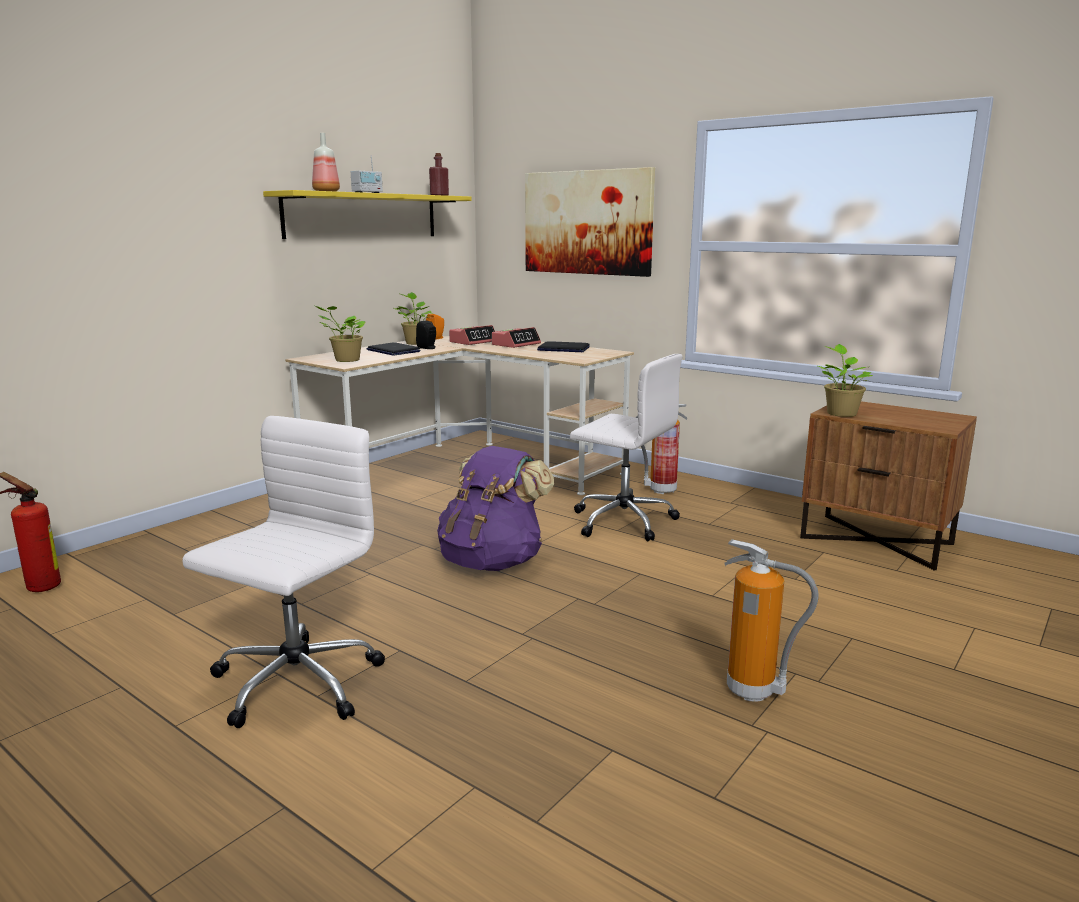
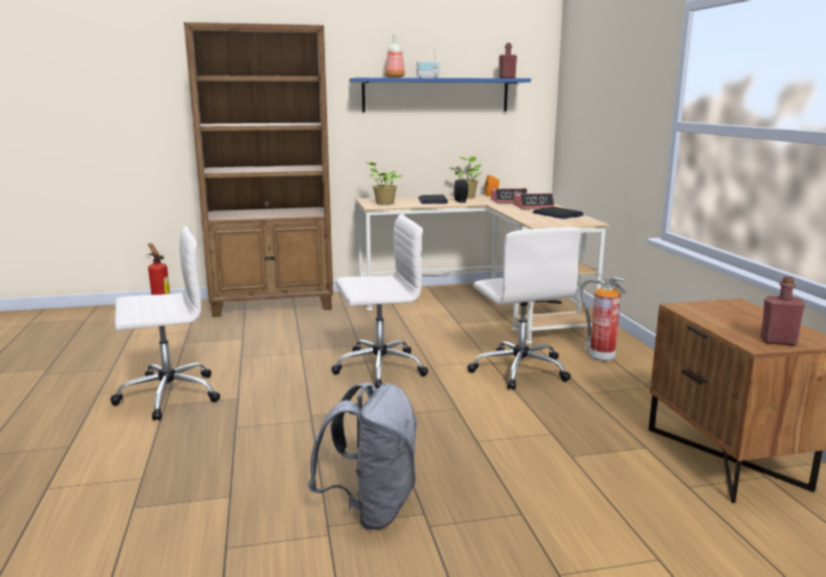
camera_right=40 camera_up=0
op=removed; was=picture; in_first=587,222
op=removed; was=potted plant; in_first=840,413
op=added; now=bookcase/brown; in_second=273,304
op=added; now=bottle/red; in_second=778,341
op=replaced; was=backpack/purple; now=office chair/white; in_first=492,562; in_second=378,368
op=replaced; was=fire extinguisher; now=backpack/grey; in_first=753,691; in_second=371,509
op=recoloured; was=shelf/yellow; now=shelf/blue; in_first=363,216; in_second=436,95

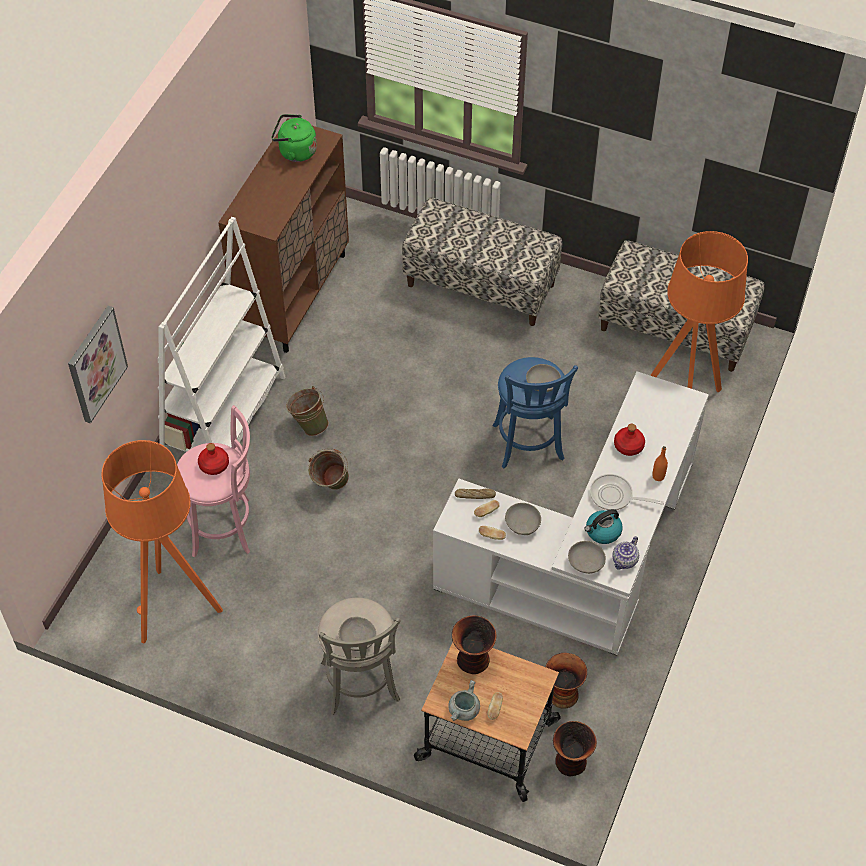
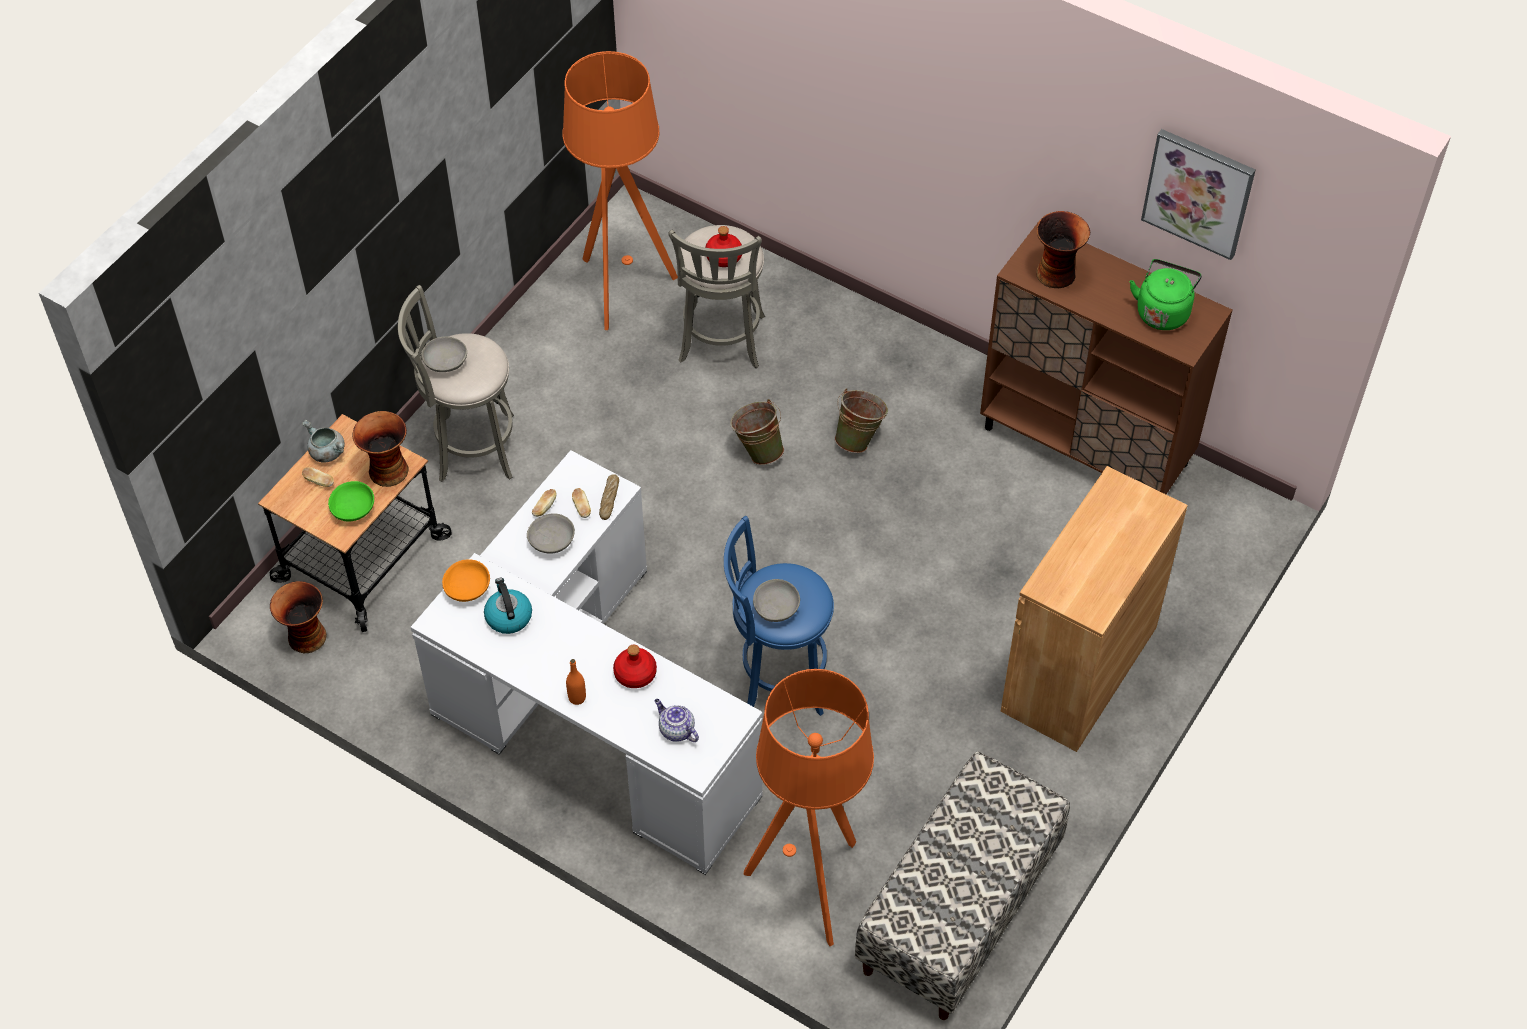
camera_right=100 camera_up=0
op=removed; was=bookcase/white; in_first=224,418
op=removed; was=frying pan; in_first=615,496
op=added; now=bowl/green; in_second=354,510
op=moved; was=picture; in_first=96,364; in_second=1198,192
op=moved; was=vase; in_first=562,693; in_second=1057,273
op=moved; was=teapot; in_first=624,561; in_second=676,730
op=replaced; was=bench; now=cabinet/brown; in_first=481,285; in_second=1079,669
op=recoloured; was=stool/pink; now=stool/grey; in_first=225,527; in_second=721,343
op=recoloured; was=bowl/grey; now=bowl/orange; in_first=586,563; in_second=468,589

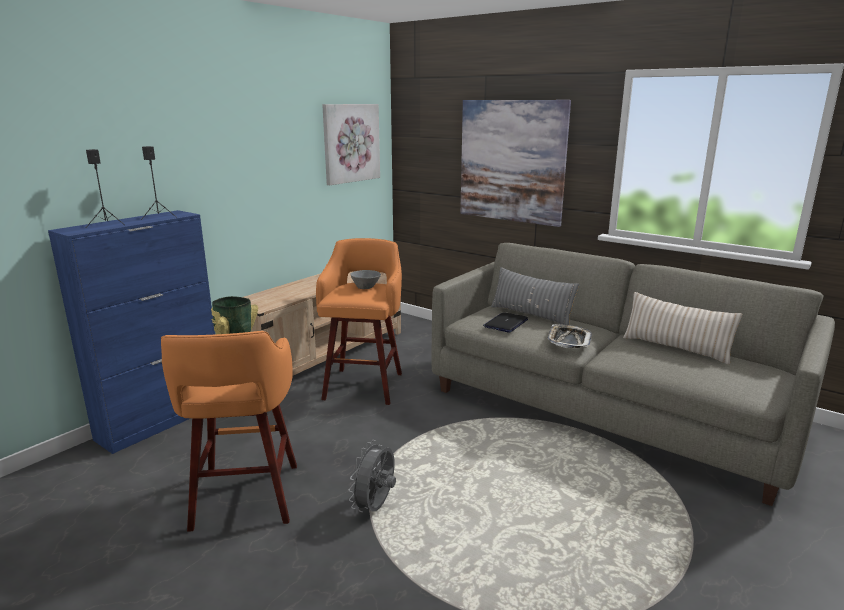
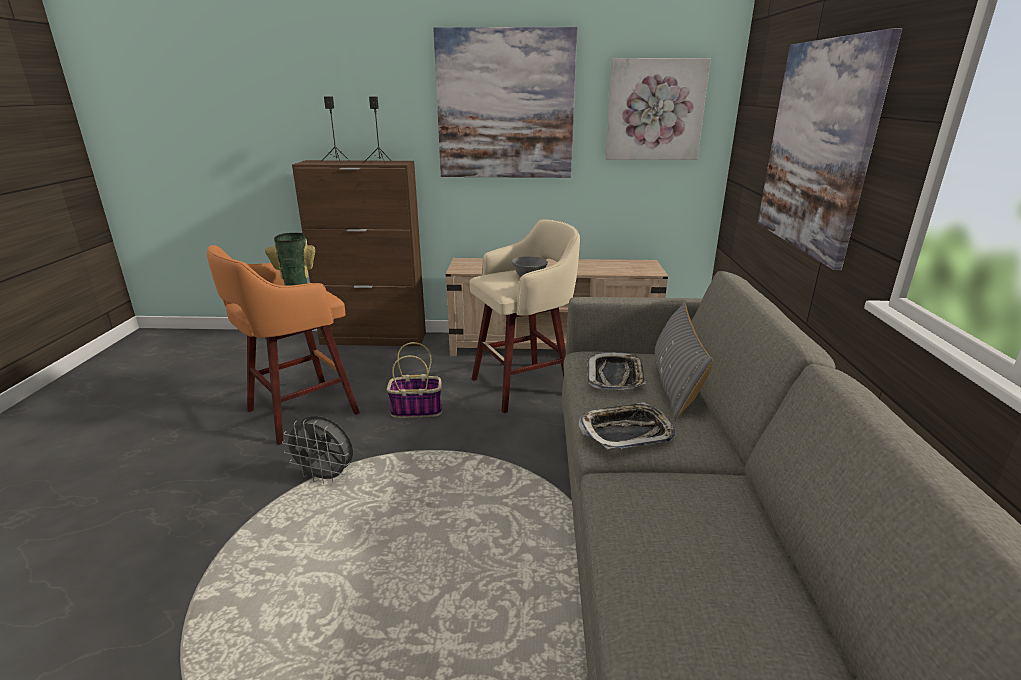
camera_right=55 camera_up=5
op=removed; was=pillow/beige; in_first=675,348
op=added; now=basket; in_second=417,410
op=added; now=picture; in_second=505,105
op=replaced; was=laptop; now=tray; in_first=506,323; in_second=615,376
op=recoloured; was=cabinet/blue; now=cabinet/brown; in_first=163,420; in_second=374,339
op=recoloured; was=stool/orange; now=stool/beige; in_first=364,384; in_second=524,386
op=turned; was=fan/grey; in_first=376,507; in_second=326,477; clockwise=-150

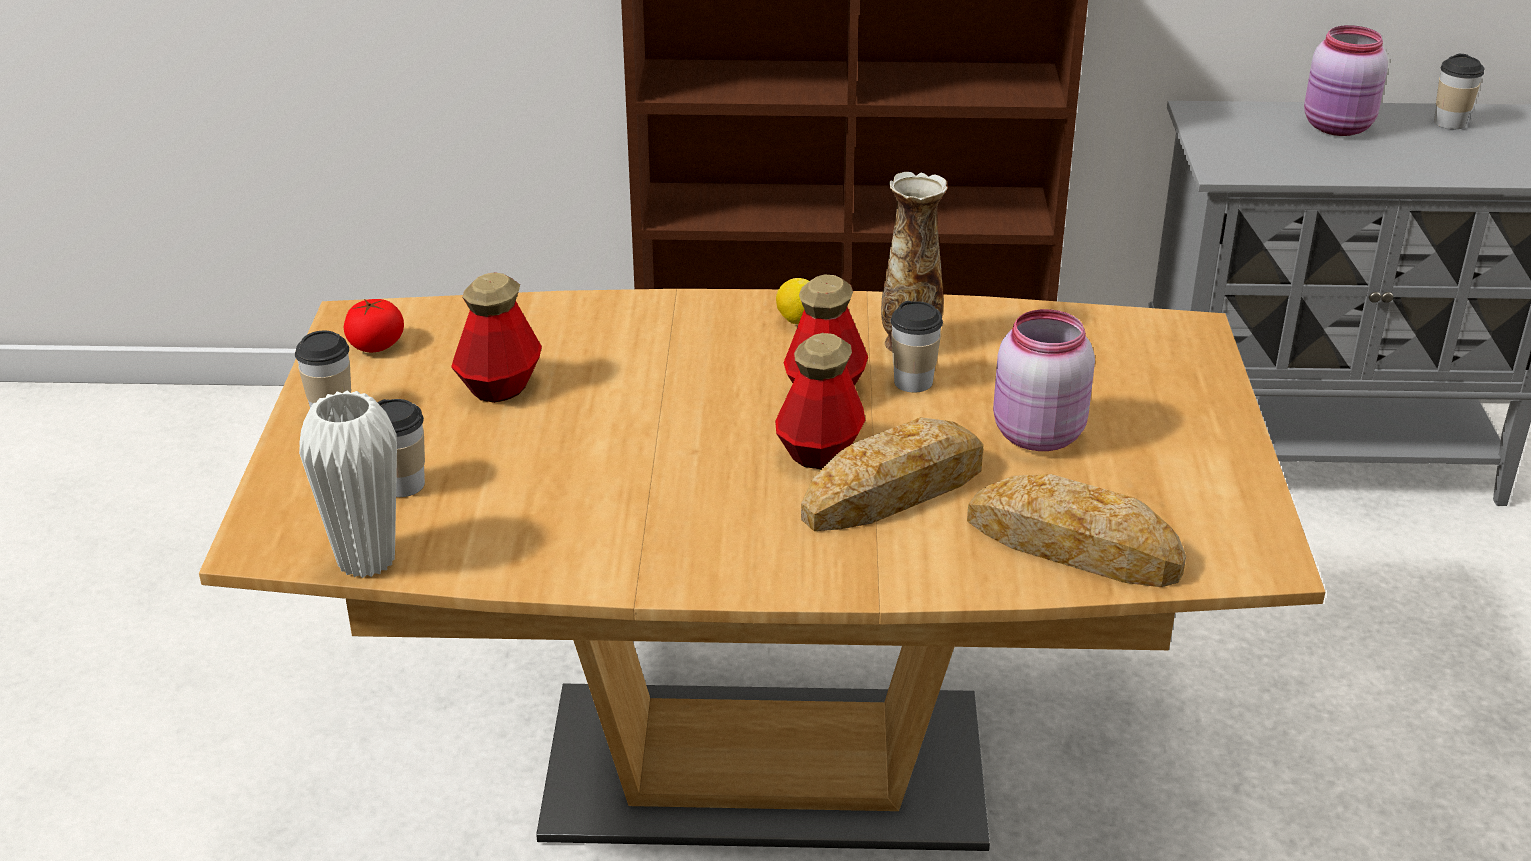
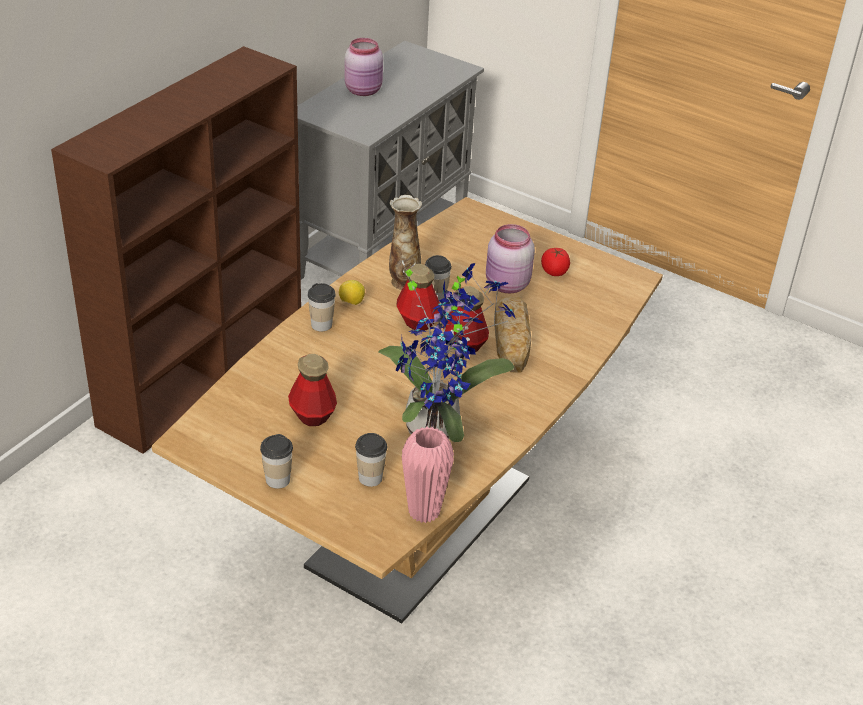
camera_right=-60 camera_up=5
op=removed; was=bread; in_first=1074,545
op=added; now=potted plant; in_second=437,425
op=moved; was=tomato; in_first=376,345; in_second=554,271
op=moved; was=cup; in_first=1450,123; in_second=321,325
op=recoloured; was=vase/white; now=vase/pink; in_first=366,560; in_second=424,512

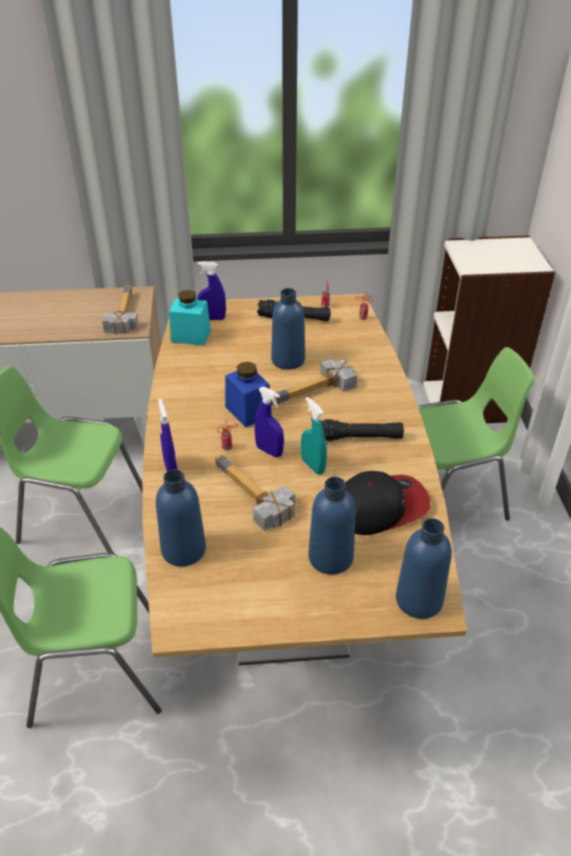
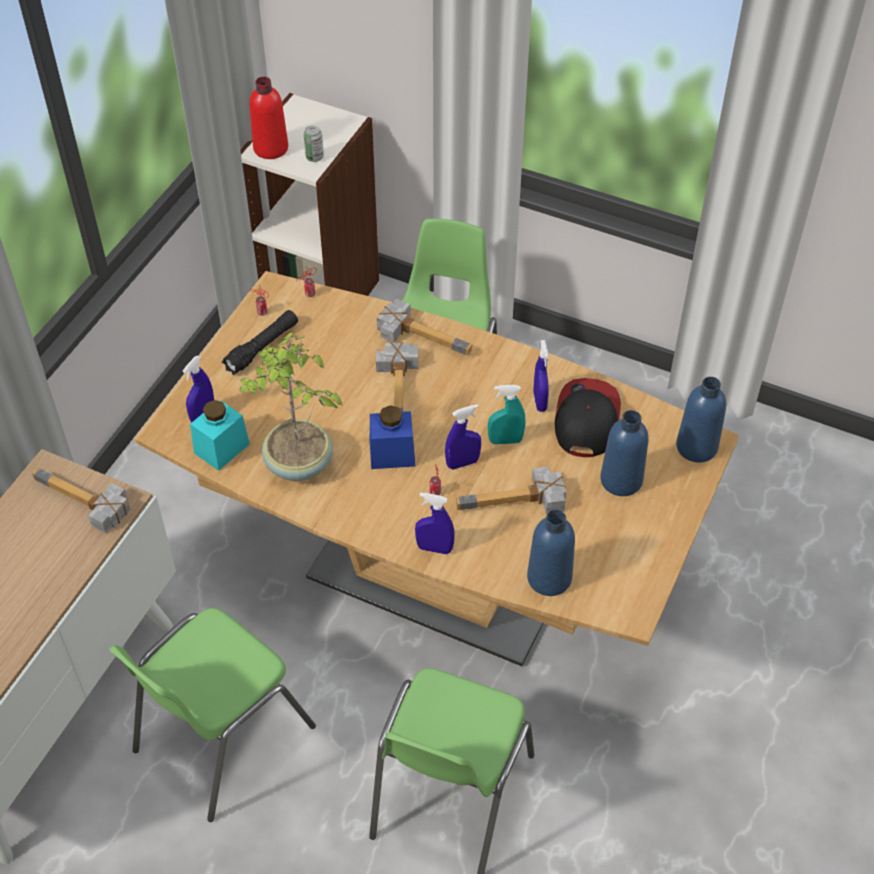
camera_right=-60 camera_up=10
op=removed; was=bottle/blue; in_first=288,360
op=removed; was=flashlight/black; in_first=358,437
op=added; now=potted plant; in_second=298,465
op=added; now=bottle/red; in_second=271,148
op=added; now=can; in_second=314,157
op=added; now=hammer; in_second=424,333
op=added; now=spray bottle/blue; in_second=539,401

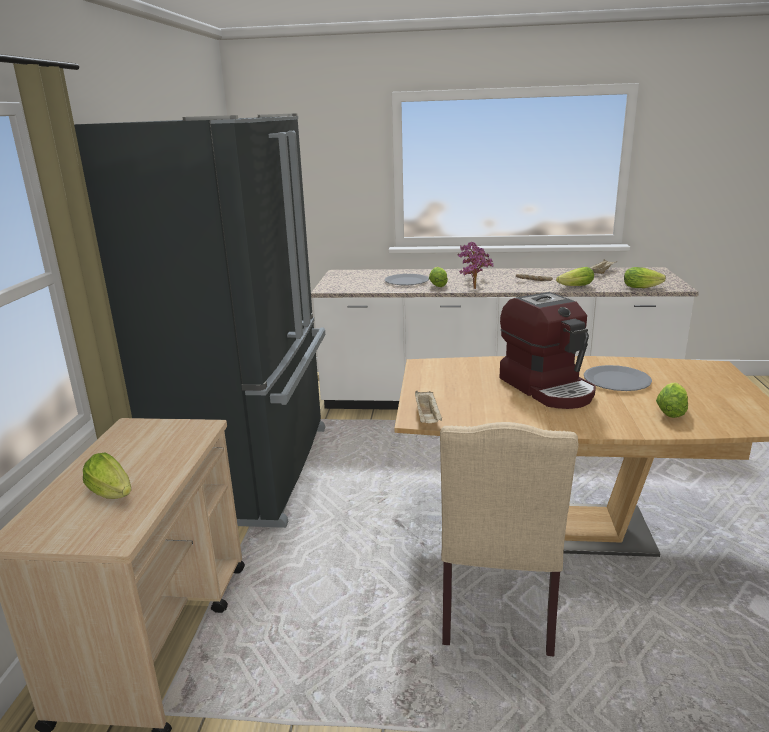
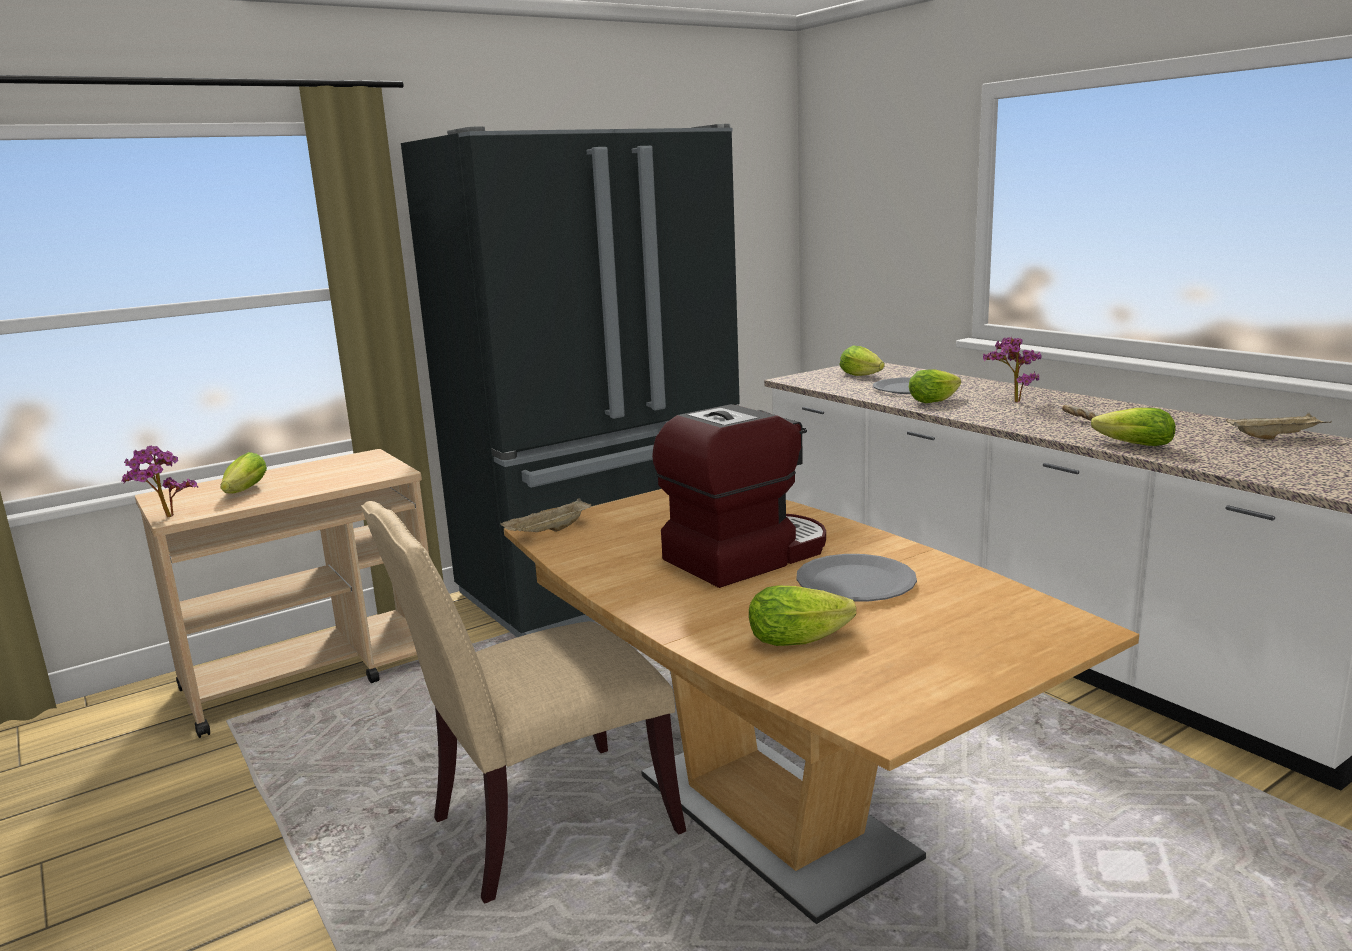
camera_right=50 camera_up=-5
op=moved; was=potted plant; in_first=476,289; in_second=165,518
op=moved; was=lettuce; in_first=643,287; in_second=863,375
op=turned; was=coffee machine; in_first=548,387; in_second=746,555; clockwise=-150

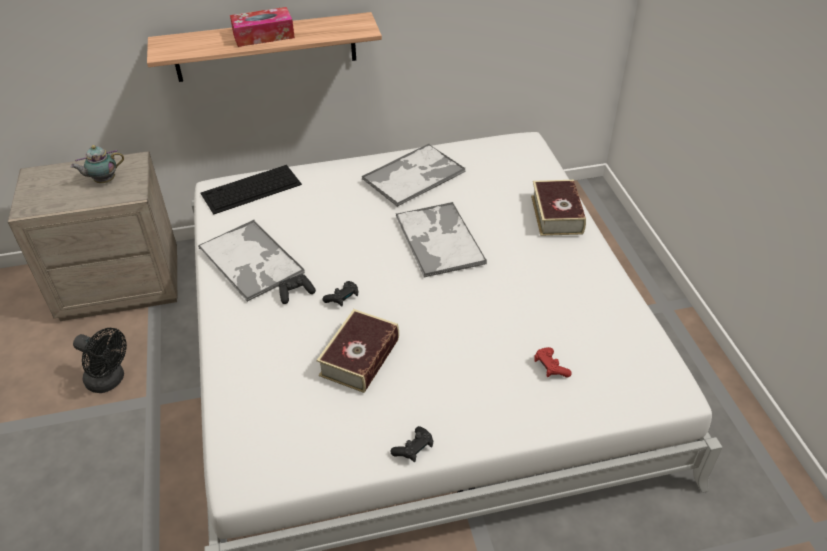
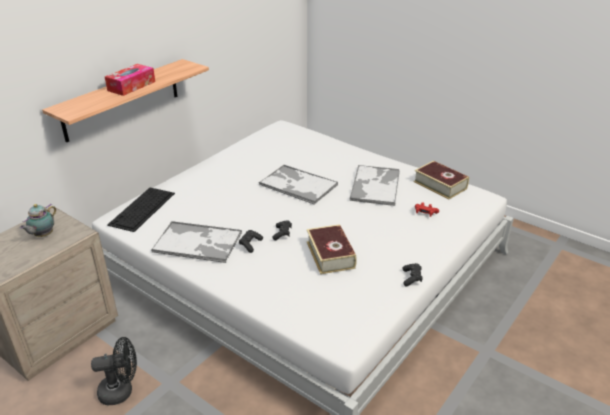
camera_right=-40 camera_up=-10
op=moved; was=tray; in_first=414,175; in_second=375,185
op=moved; was=book; in_first=556,214; in_second=440,185

